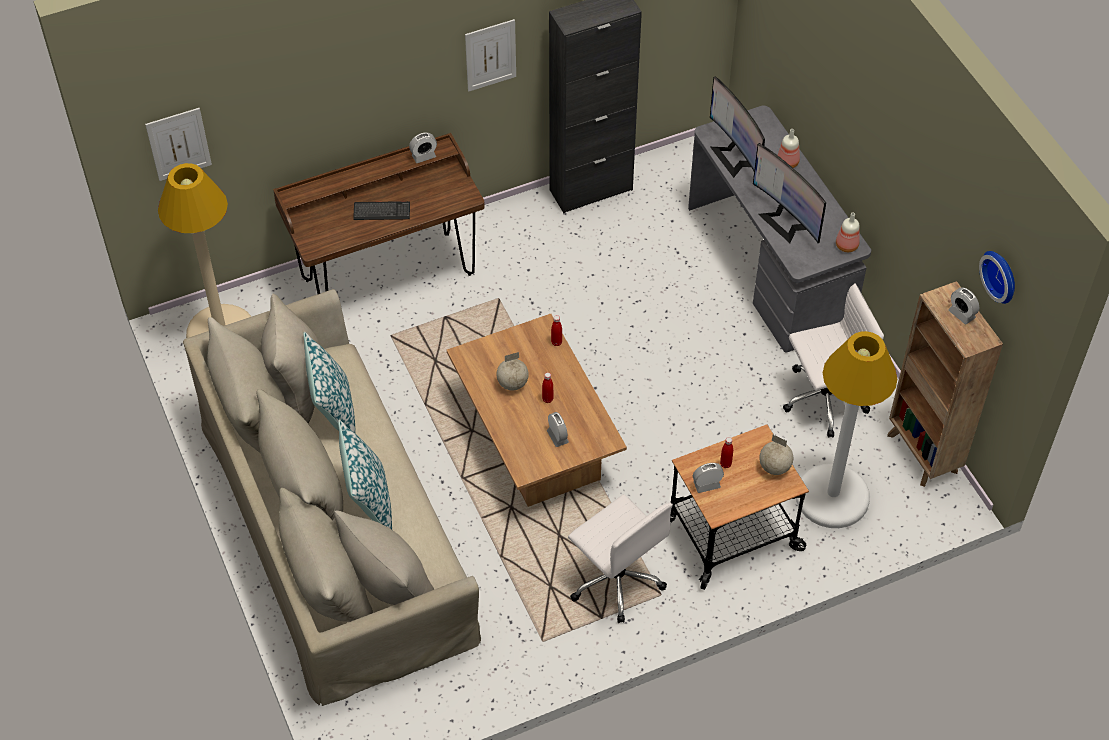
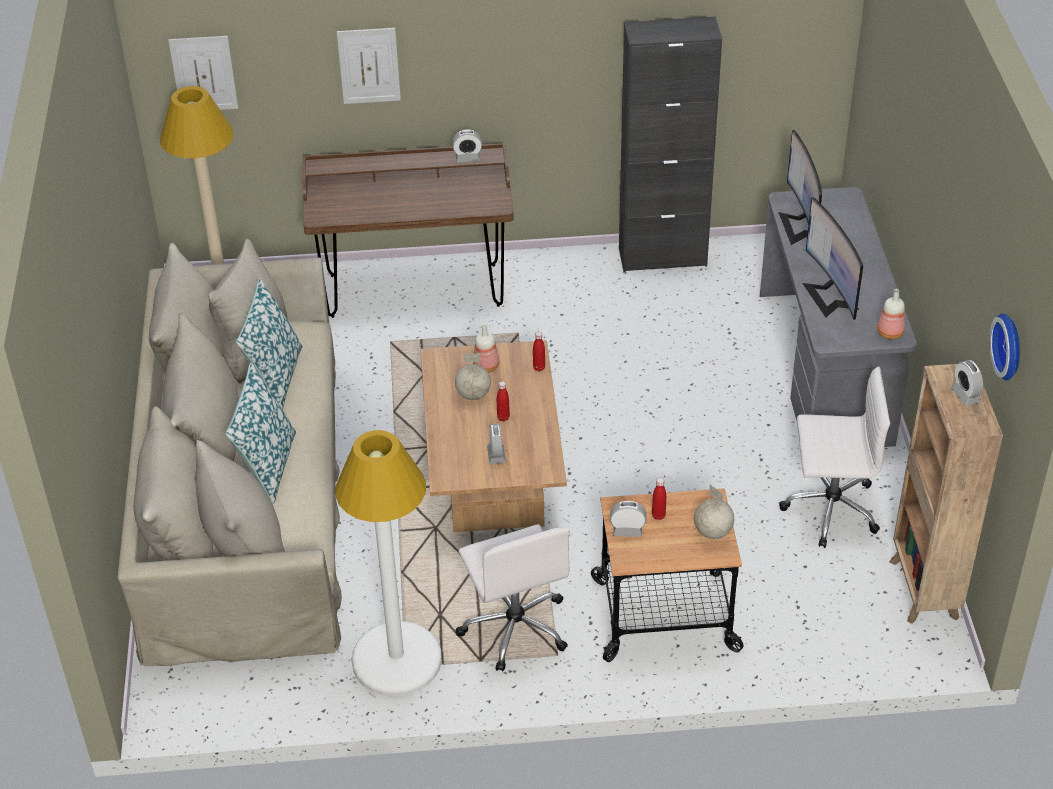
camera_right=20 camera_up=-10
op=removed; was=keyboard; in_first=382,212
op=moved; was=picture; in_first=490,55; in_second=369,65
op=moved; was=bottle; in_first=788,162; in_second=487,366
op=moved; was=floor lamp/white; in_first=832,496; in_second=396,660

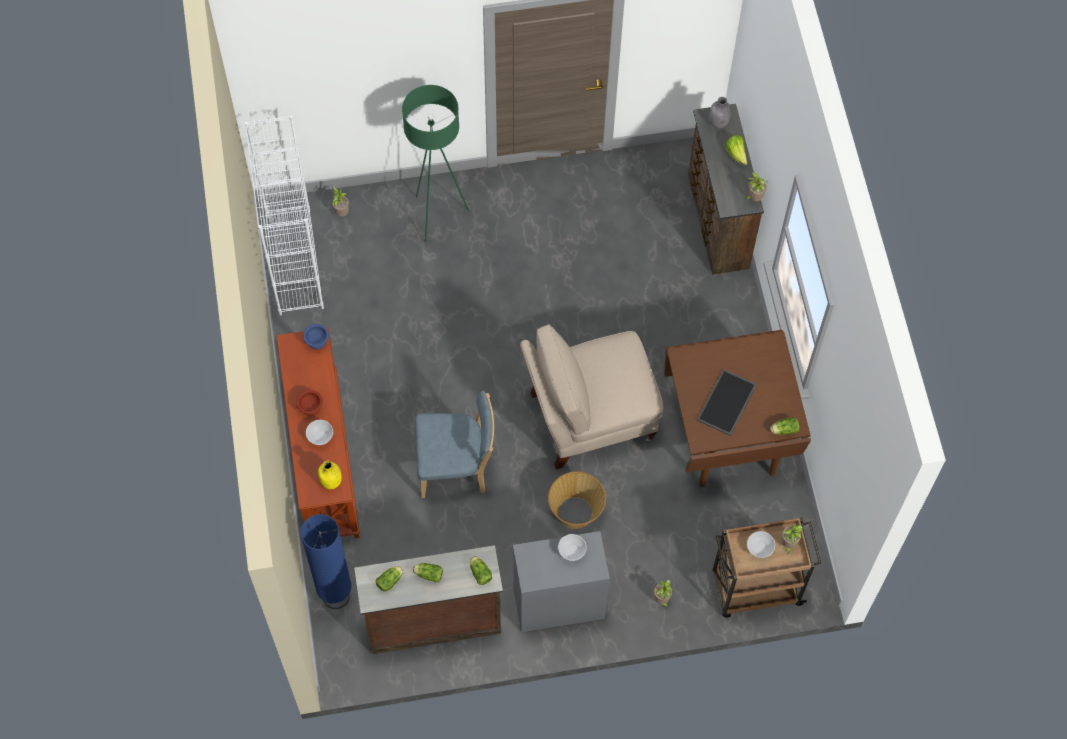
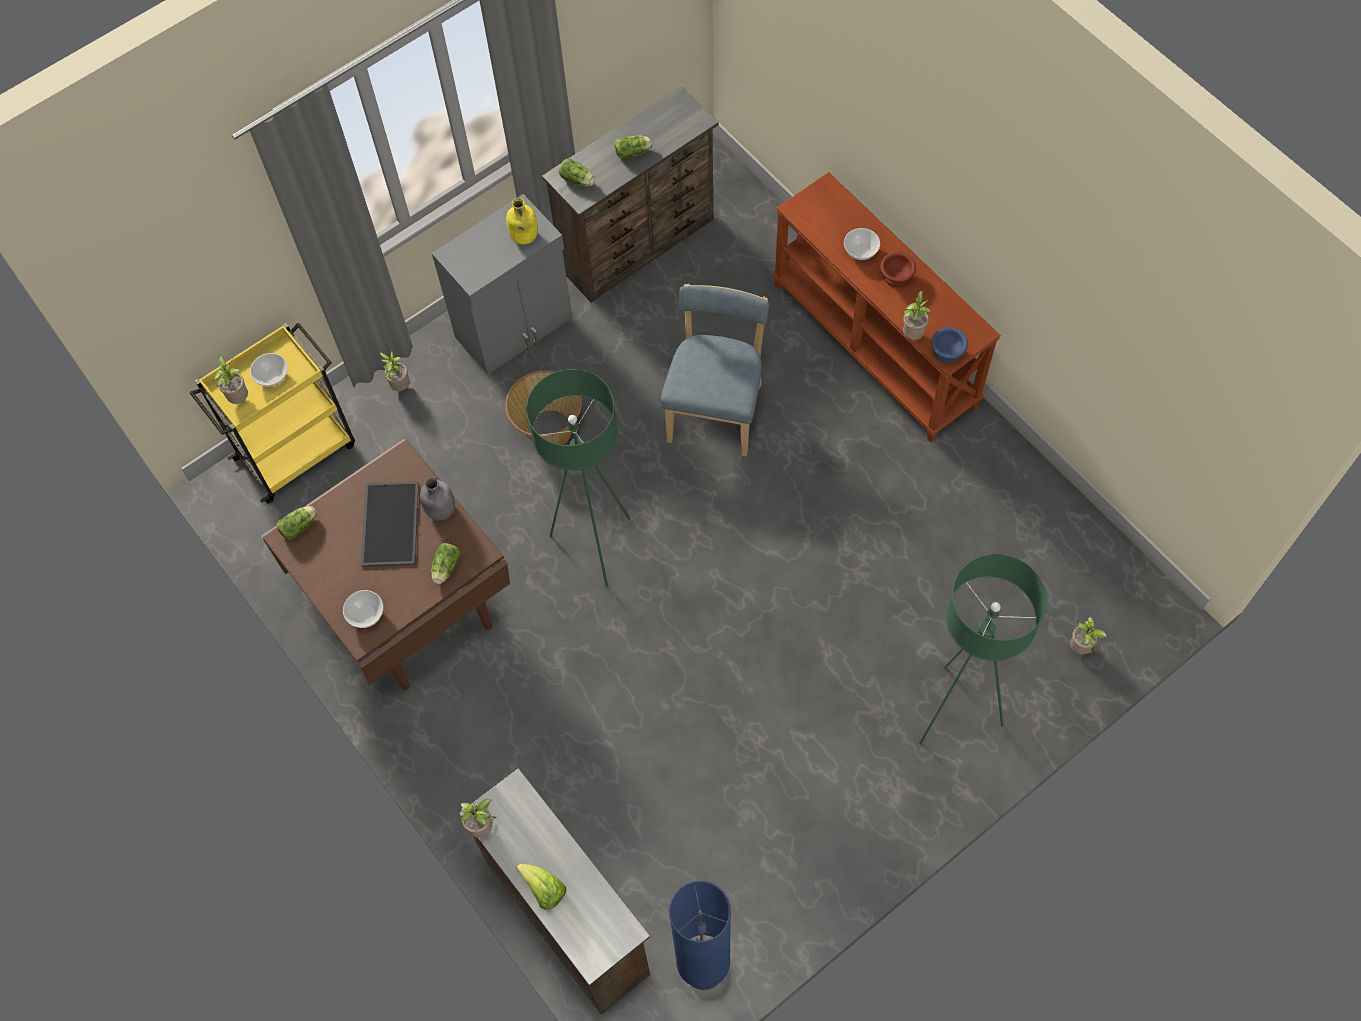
camera_right=155 camera_up=0
op=removed; was=bookcase/white; in_first=294,261
op=added; now=potted plant; in_second=913,334
op=moved; was=floor lamp/blue; in_first=336,596; in_second=703,969
op=moved; was=bottle/yellow; in_first=331,481; in_second=524,237
op=moved; was=lettuce; in_first=390,580; in_second=445,568
op=moved; was=bowl; in_first=571,551; in_second=367,615
op=moved; was=bottle/grey; in_first=719,122; in_second=440,510
op=replaced; was=chair/beige; now=floor lamp/green; in_first=589,417; in_second=595,546
op=recoloured; was=cart/brown; now=cart/yellow; in_first=754,588; in_second=297,450
op=turned; was=chair/blue; in_first=456,468; in_second=717,408; clockwise=135

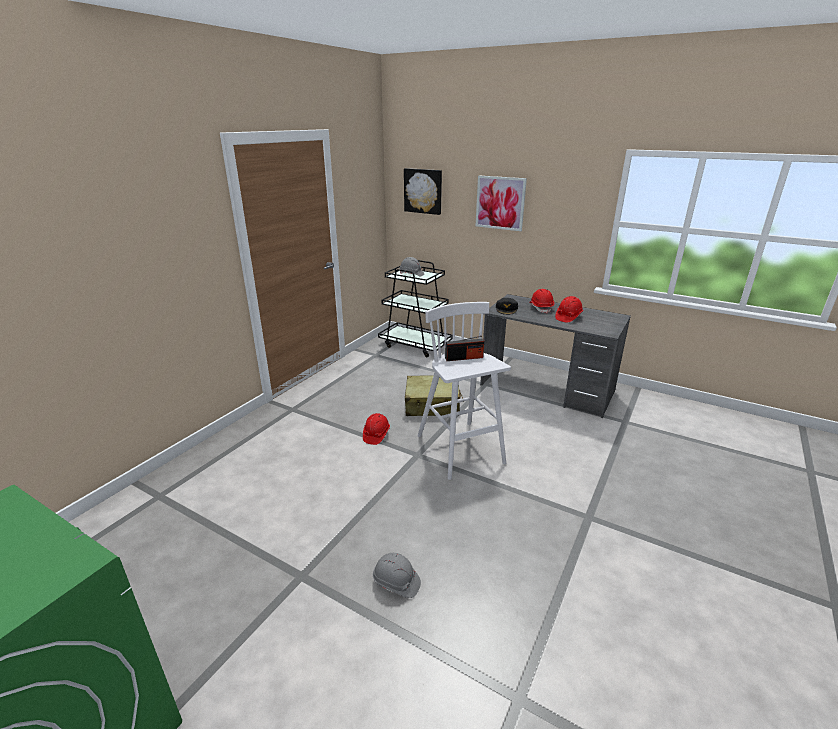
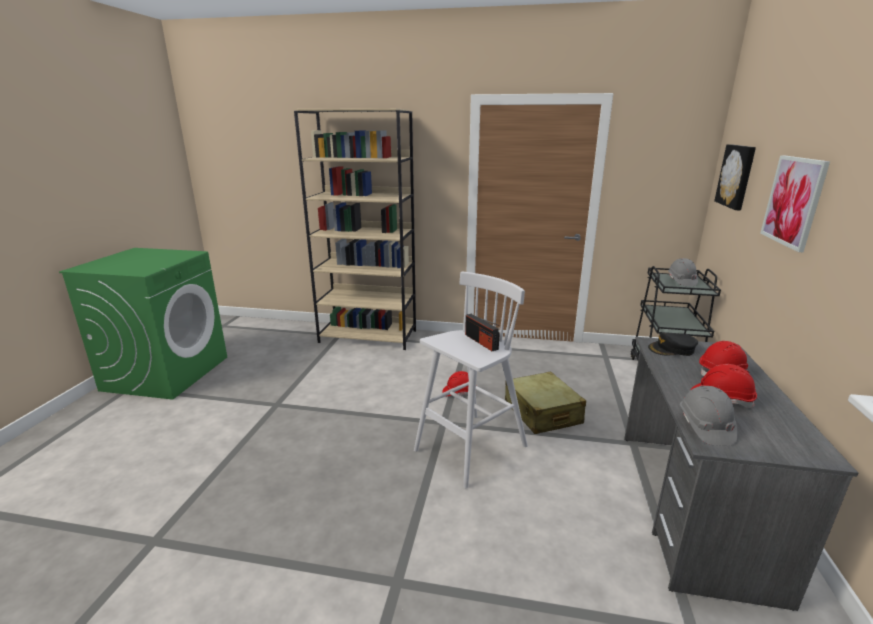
camera_right=70 camera_up=-5
op=added; now=bookcase/beige; in_second=369,336
op=moved; was=hard hat/grey; in_first=396,583; in_second=705,427

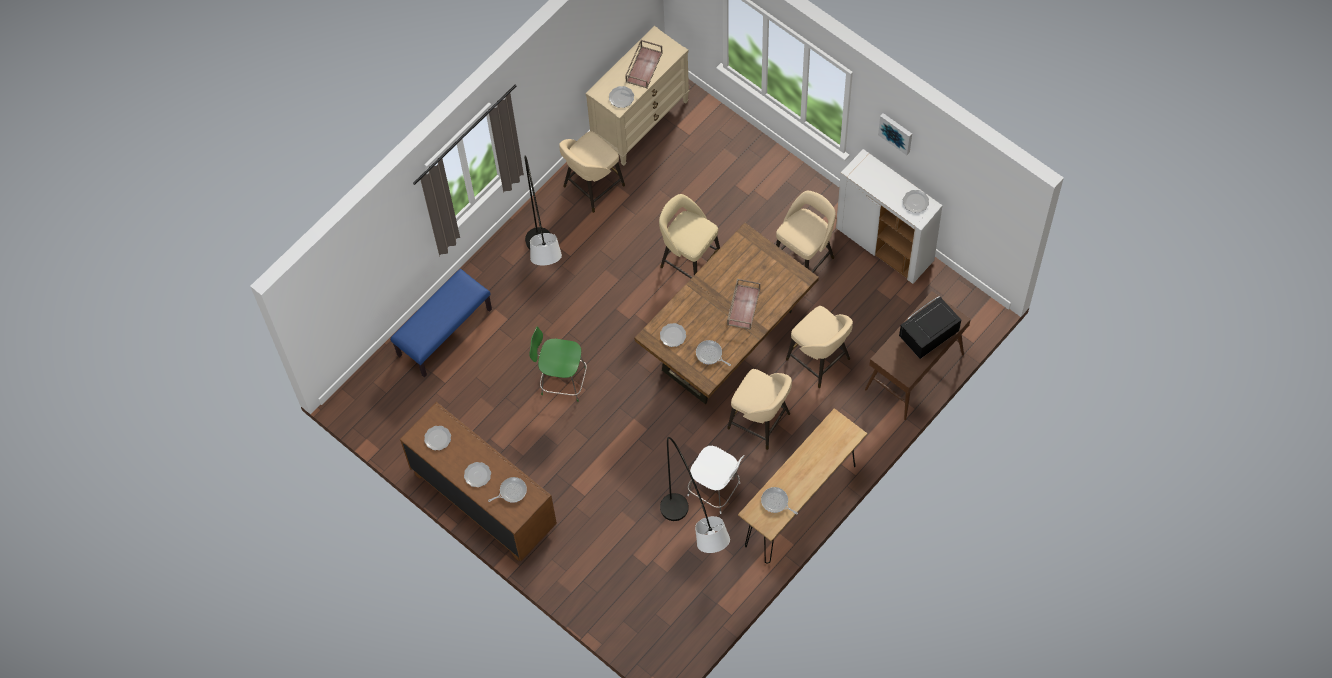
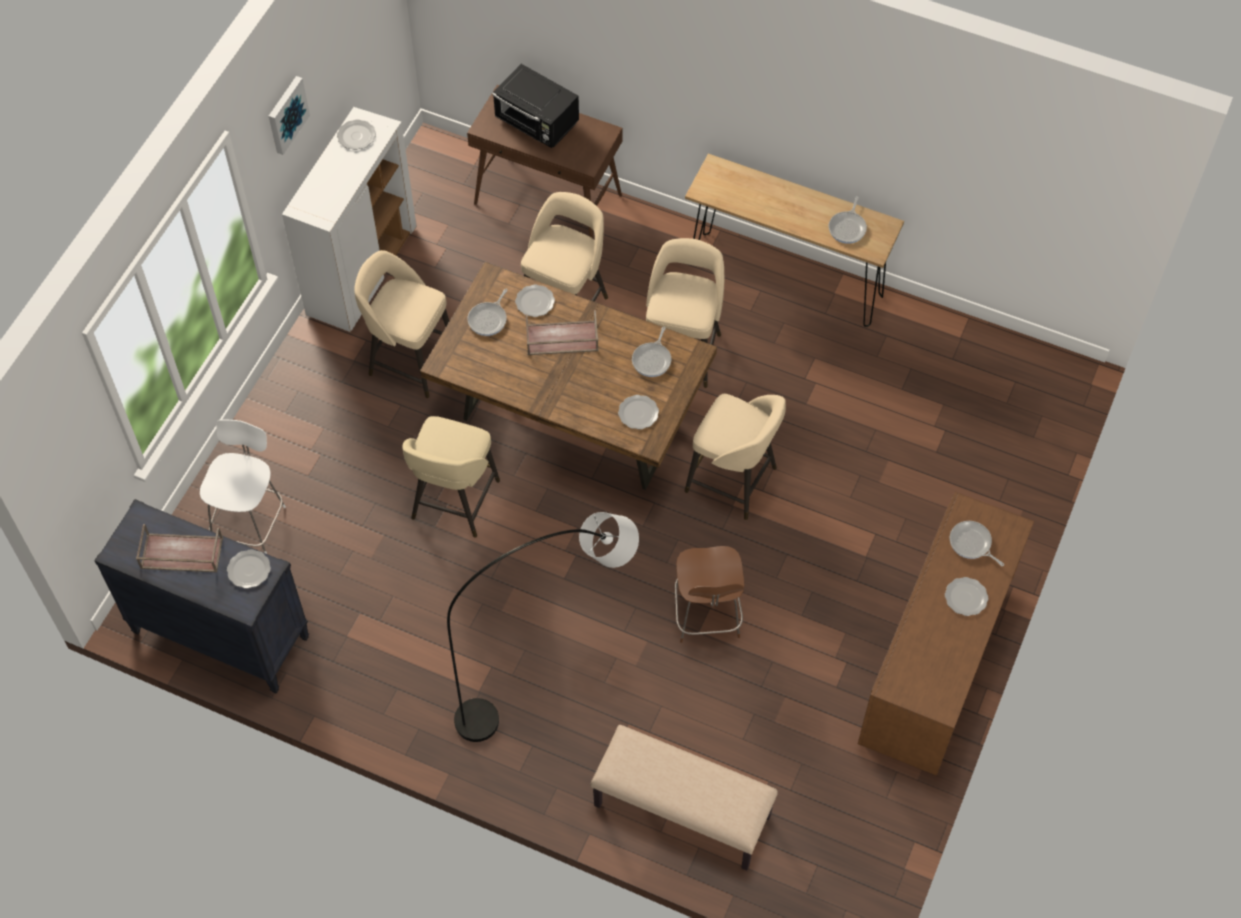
camera_right=-110 camera_up=-5
op=removed; was=floor lamp/grey; in_first=695,554
op=added; now=frying pan; in_second=489,319
op=moved; was=plate; in_first=437,438; in_second=534,302
op=moved; was=stool/beige; in_first=592,187; in_second=733,481
op=moved; was=chair/white; in_first=715,490; in_second=250,522
op=recoloured; was=bench/blue; now=bench/beige; in_first=444,331; in_second=681,811
op=recoloured; was=chair/green; now=chair/brown; in_first=562,380; in_second=707,616
op=recoloured; was=dresser/beige; now=dresser/black; in_first=640,122; in_second=220,635

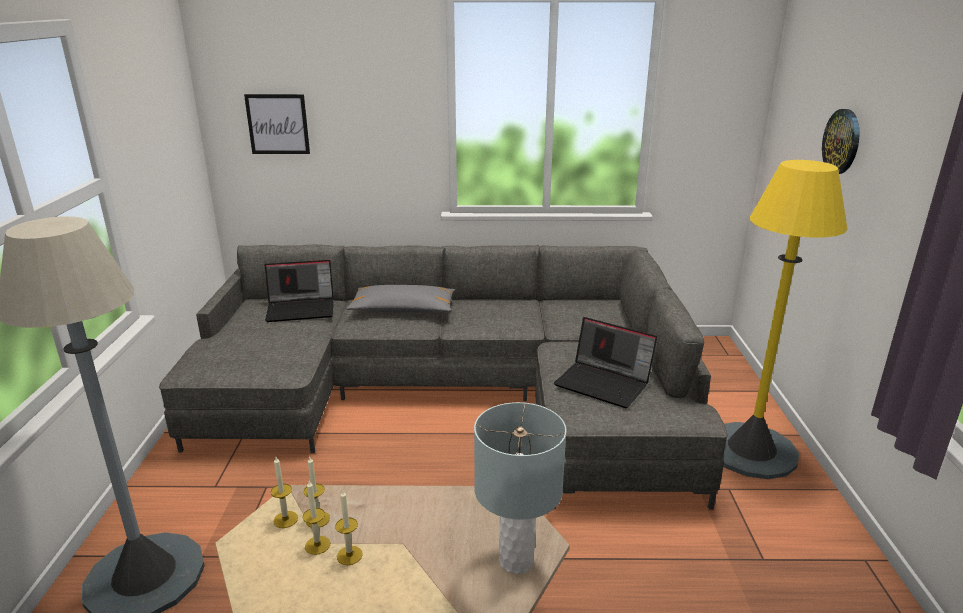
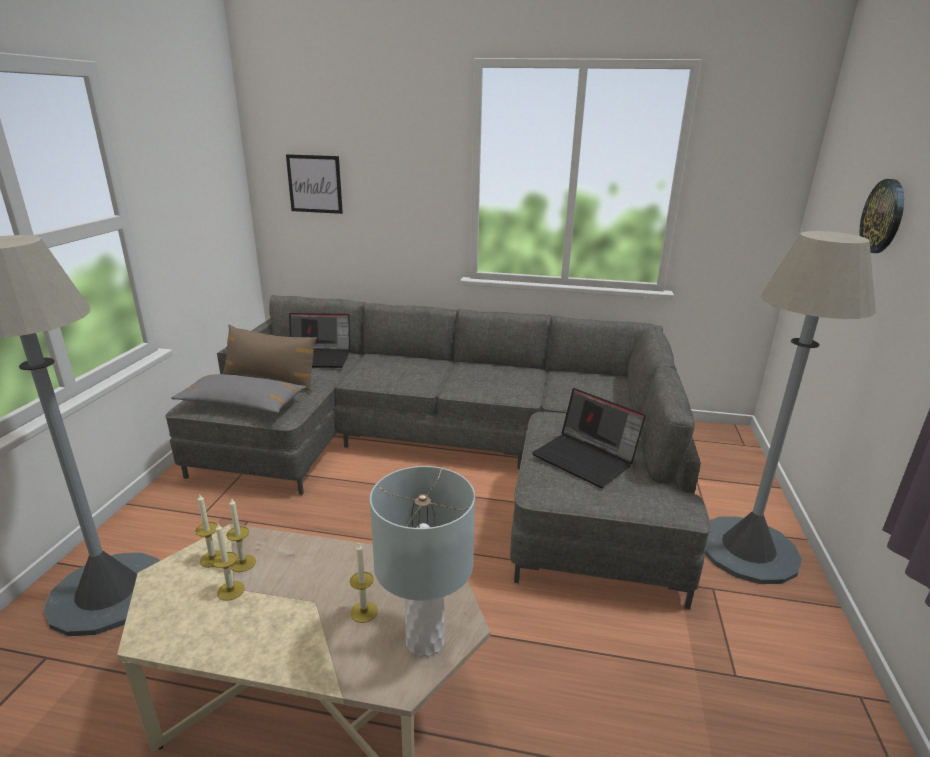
camera_right=10 camera_up=0
op=added; now=pillow/brown; in_second=271,379
op=moved; was=candle; in_first=349,555; in_second=364,612
op=moved; was=pillow/grey; in_first=403,310; in_second=242,404
op=recoloured; was=floor lamp/yellow; now=floor lamp/grey; in_first=751,450; in_second=748,549

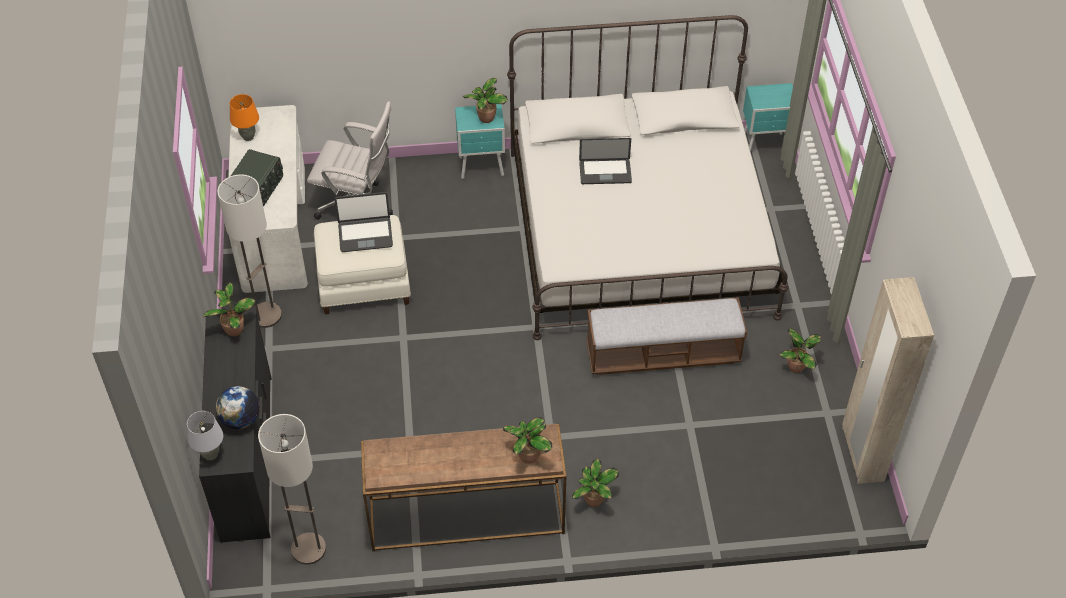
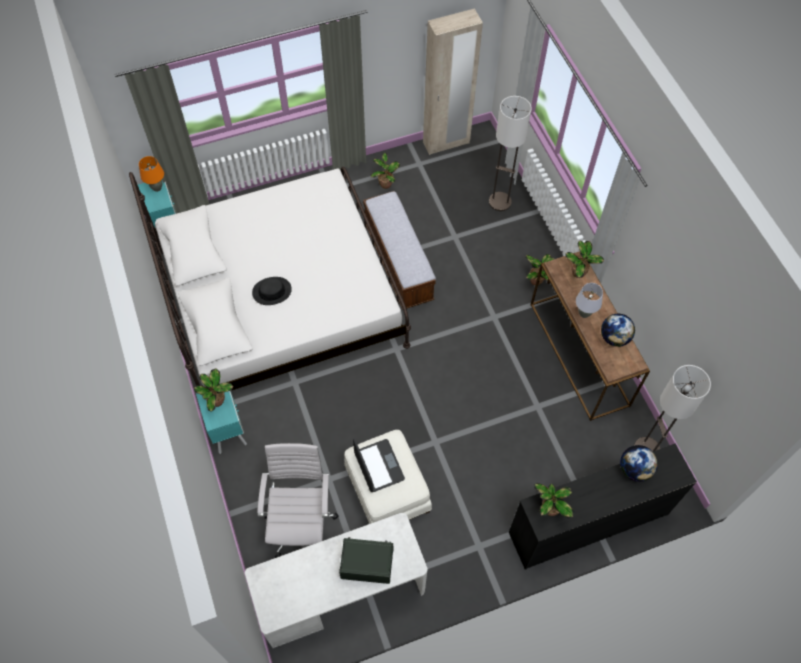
camera_right=-105 camera_up=10
op=added; now=globe; in_second=614,338
op=moved; was=table lamp/grey; in_first=211,455; in_second=584,314
op=moved; was=floor lamp; in_first=266,315; in_second=500,202
op=moved; was=table lamp/orange; in_first=248,137; in_second=157,188
op=replaced; was=laptop; now=hat/black; in_first=605,172; in_second=272,291

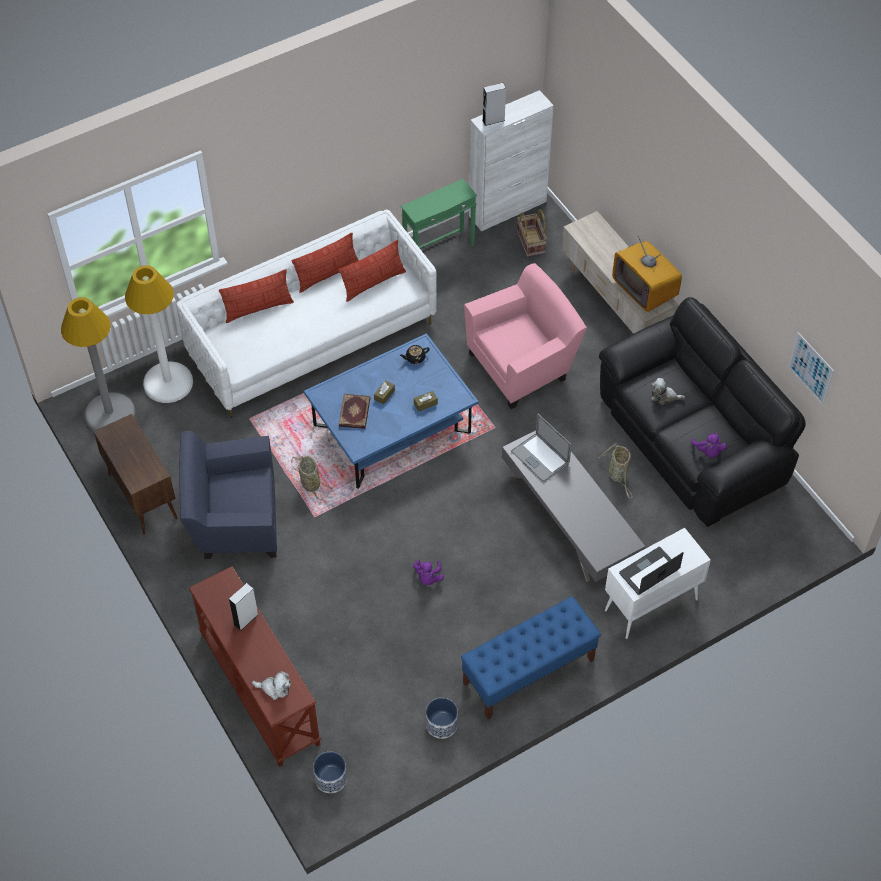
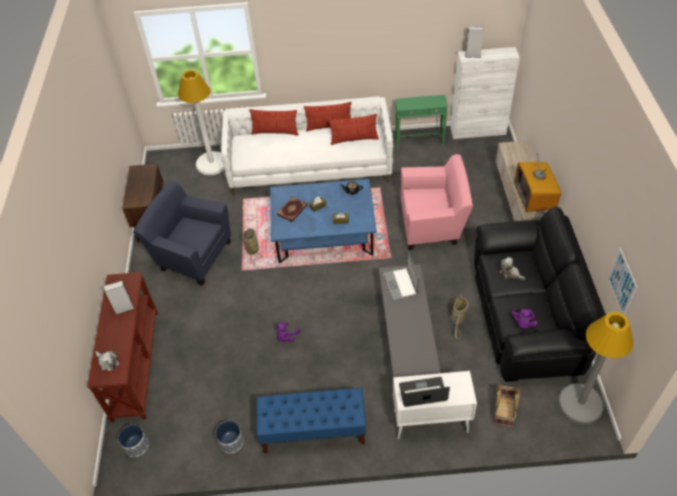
camera_right=30 camera_up=-5
op=moved; was=floor lamp/grey; in_first=110,414; in_second=580,404
op=moved; was=basket; in_first=531,242; in_second=504,411

